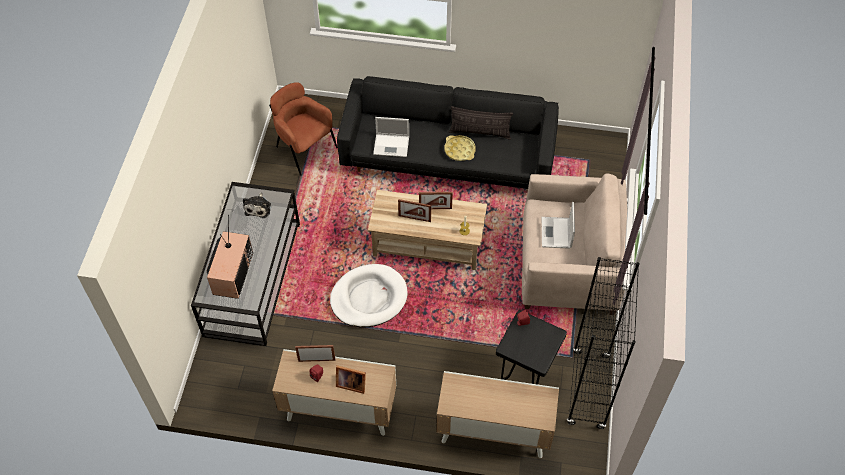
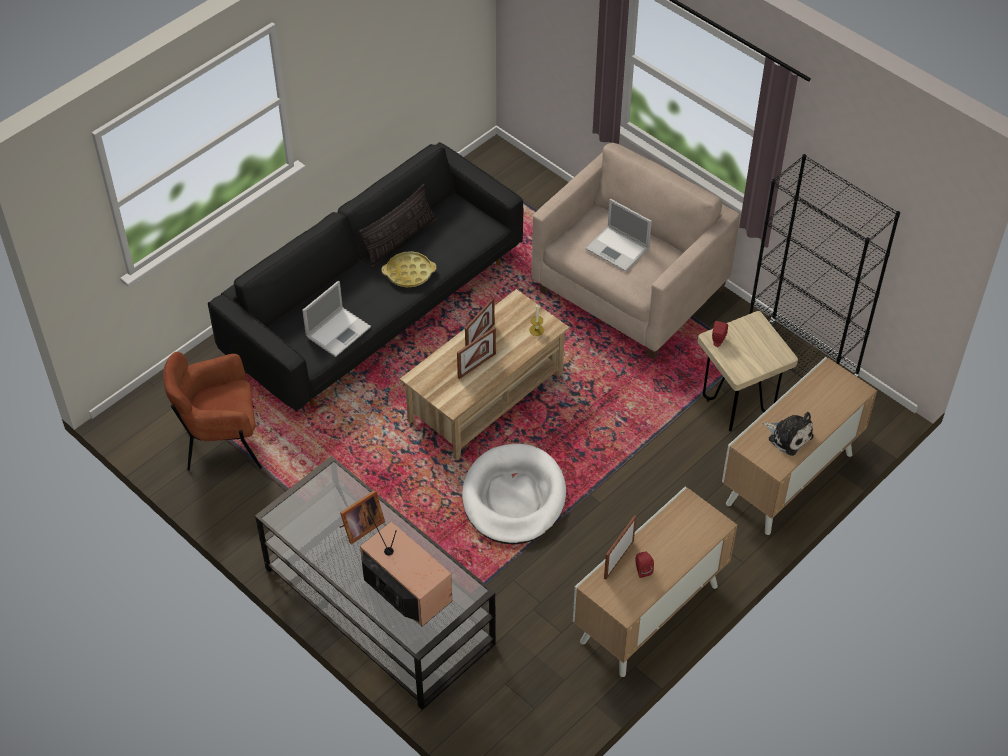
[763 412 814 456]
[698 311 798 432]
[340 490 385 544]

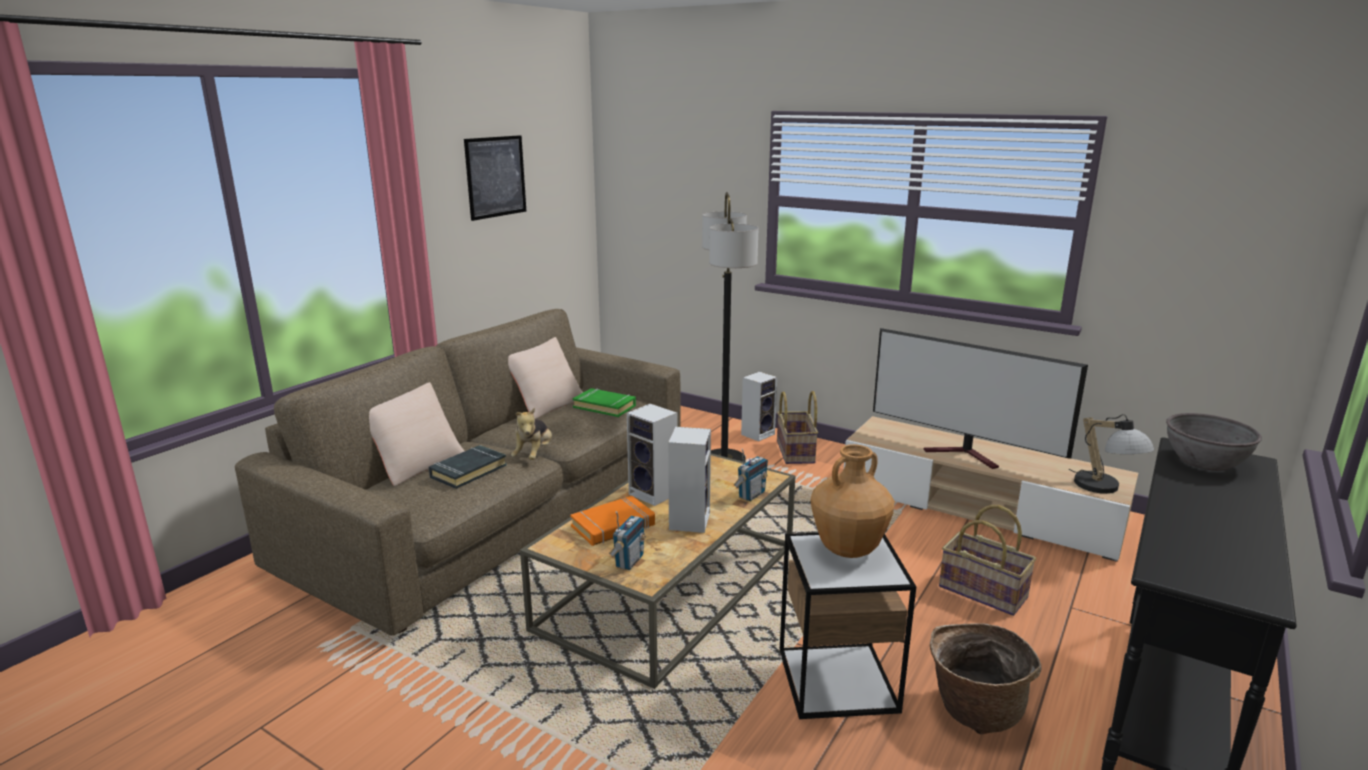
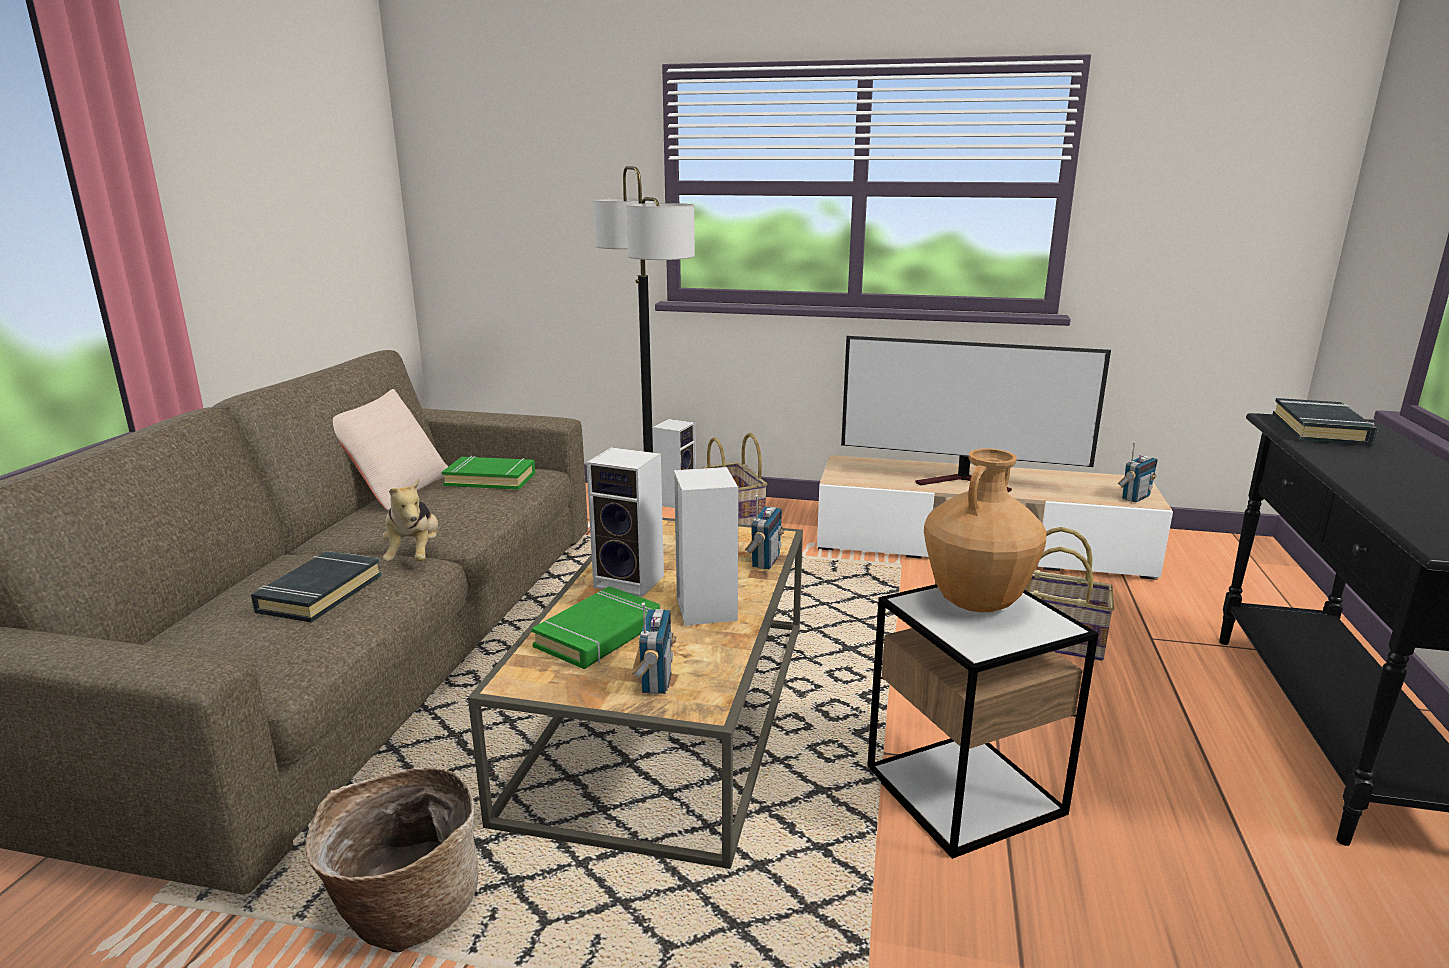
[464 135 526 221] (first image)
[369 382 465 486] (first image)
[1272 398 1378 446]
[1118 442 1158 502]
[531 586 660 669]
[305 767 478 952]

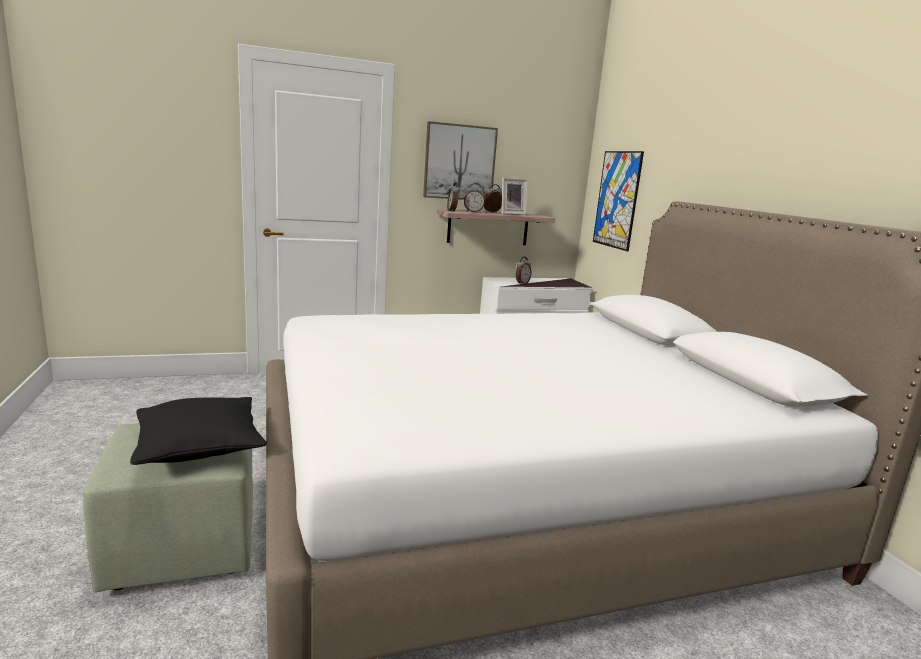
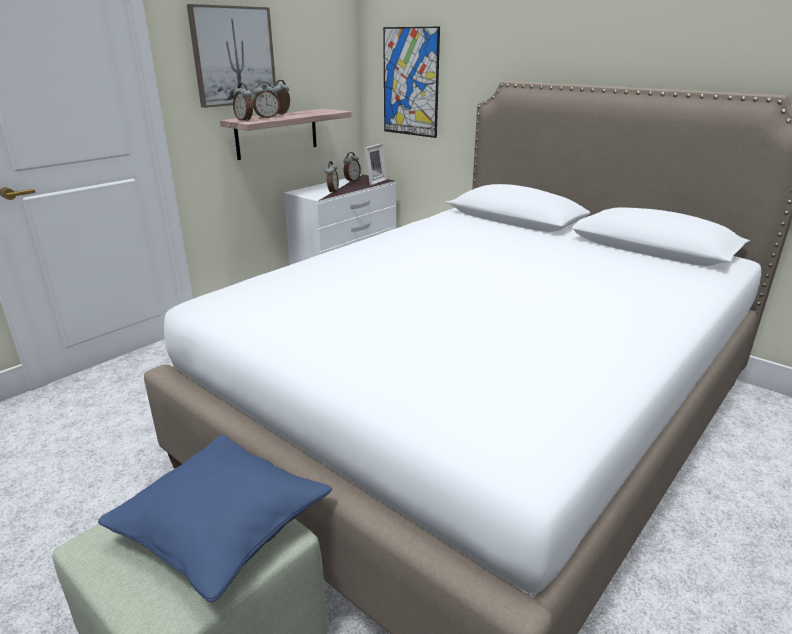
[365 143 387 185]
[98 434 332 602]
[343 152 361 182]

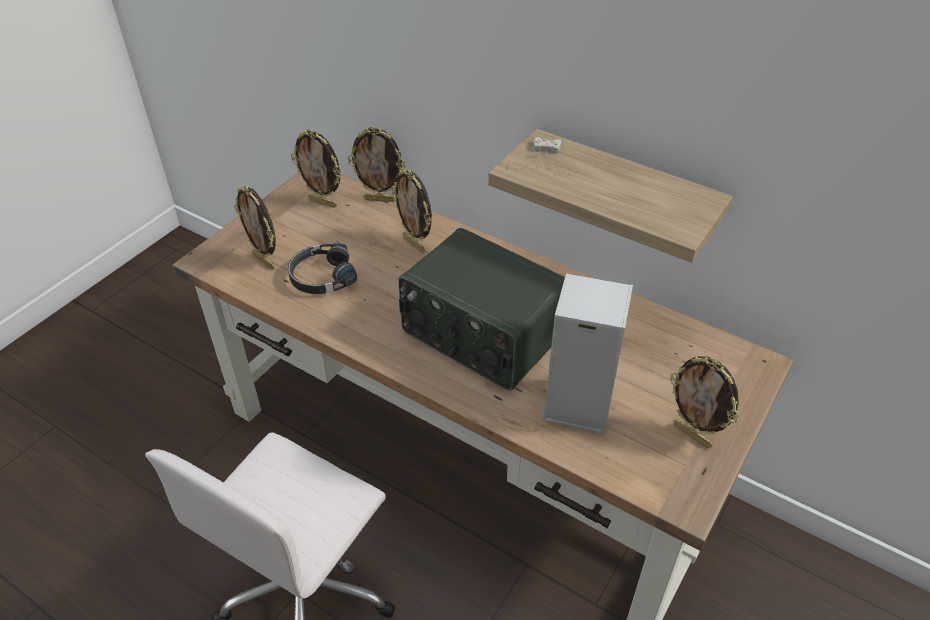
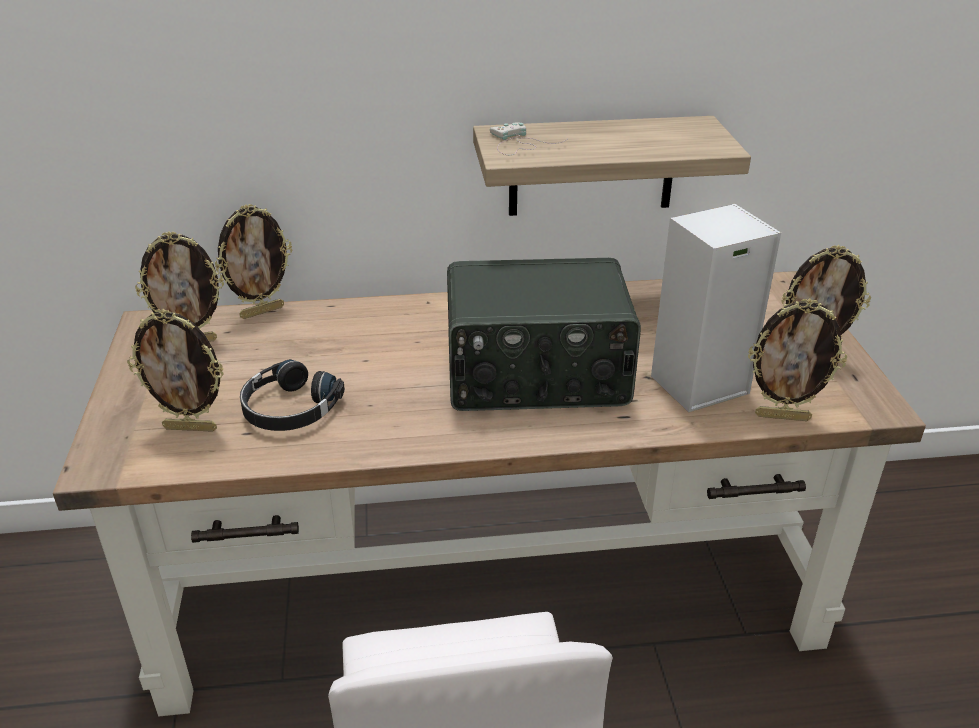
[748 298 847 421]

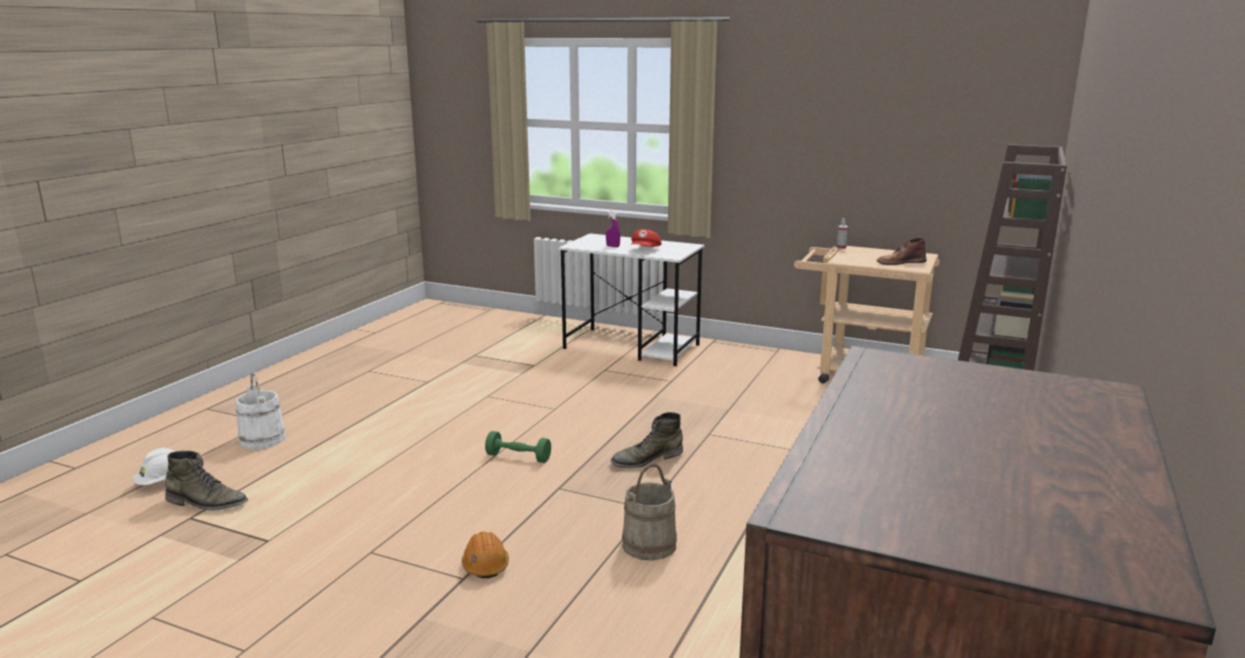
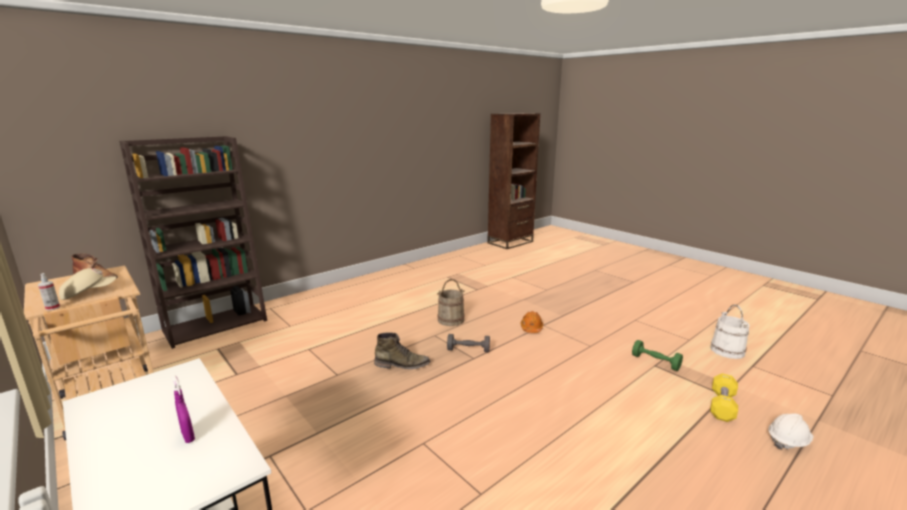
[631 229 661 247] (first image)
[710 304 750 359]
[632 340 683 371]
[710 373 738 422]
[59 268 116 300]
[447 334 490 352]

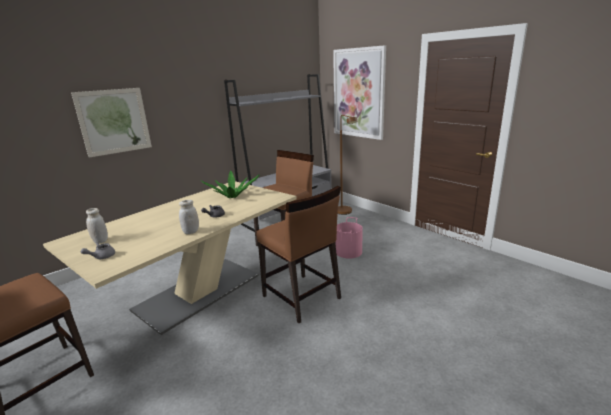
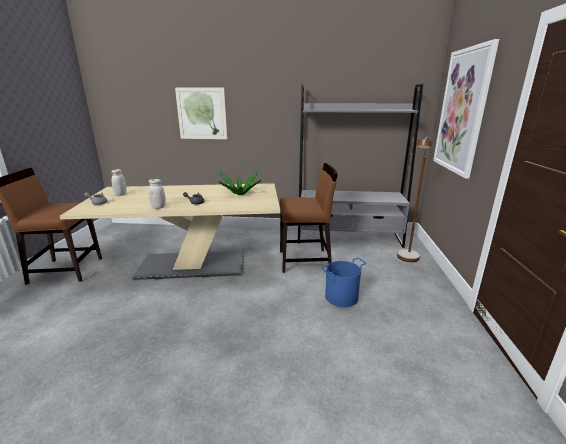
[256 186 341 323] (first image)
[321 258 367 307]

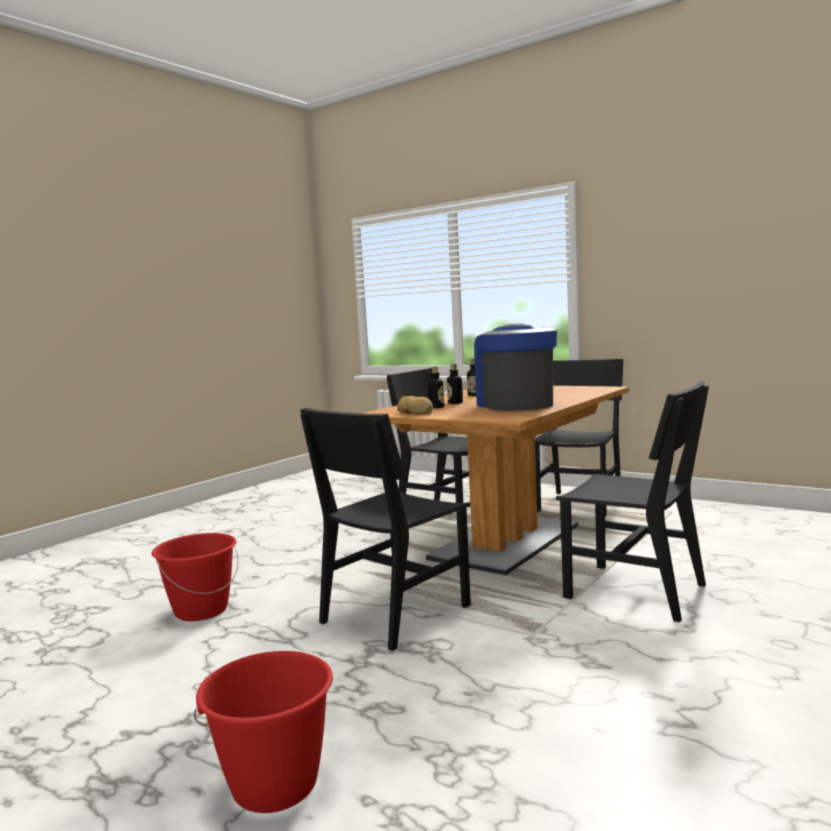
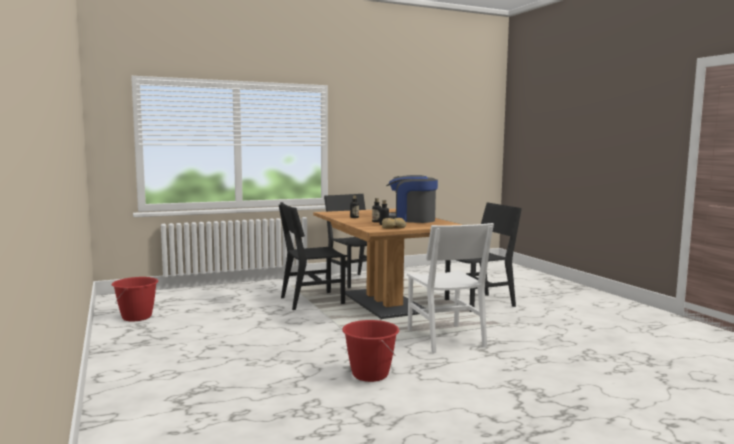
[407 223 494 353]
[112 277 158 321]

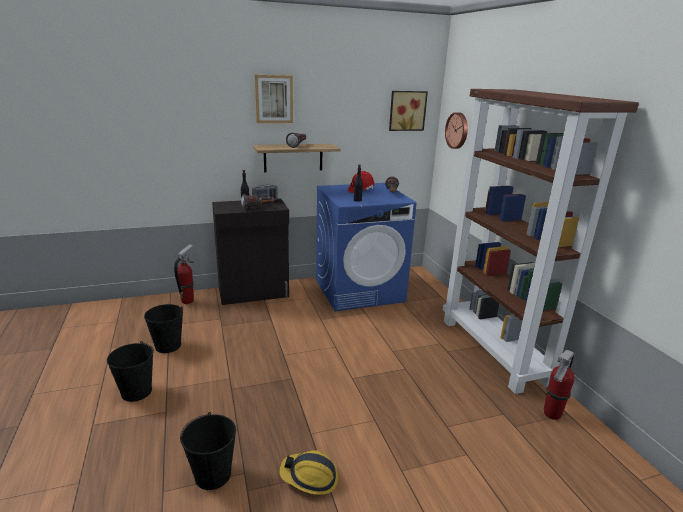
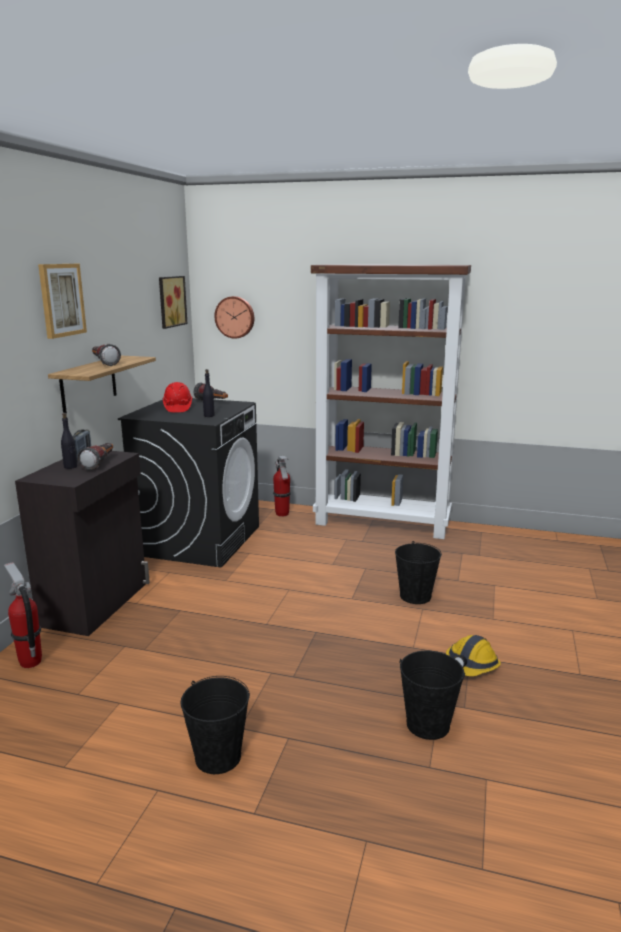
[118 398 259 568]
[395 541 442 604]
[273 456 291 517]

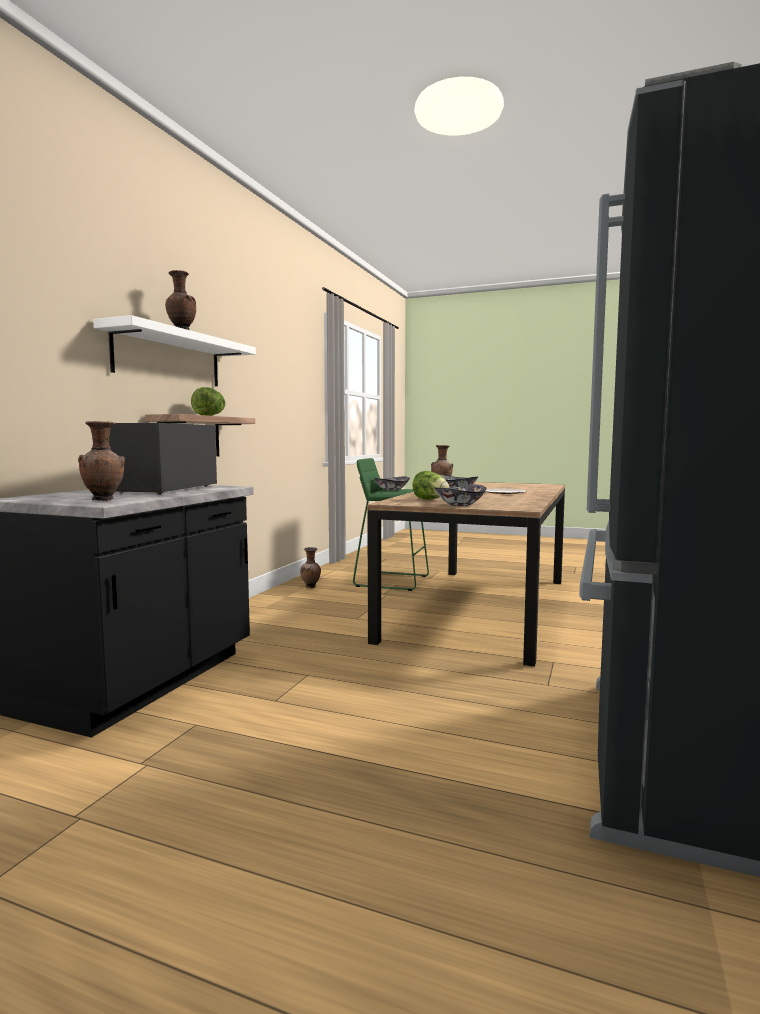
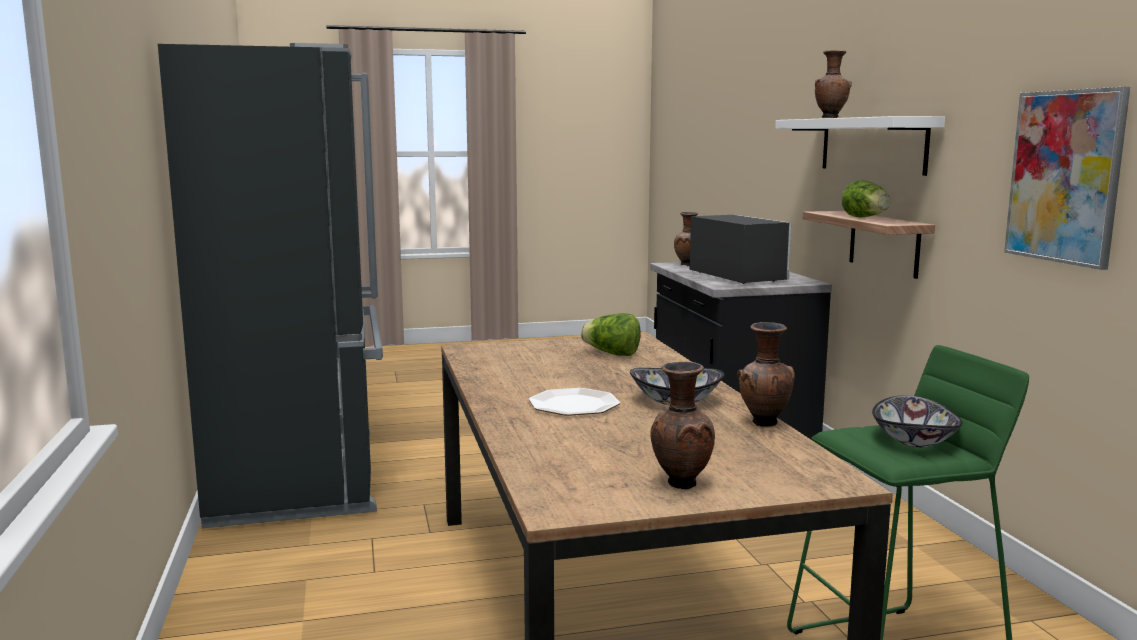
[434 485 487 506] (first image)
[650 361 715 489]
[1004 87 1130 270]

